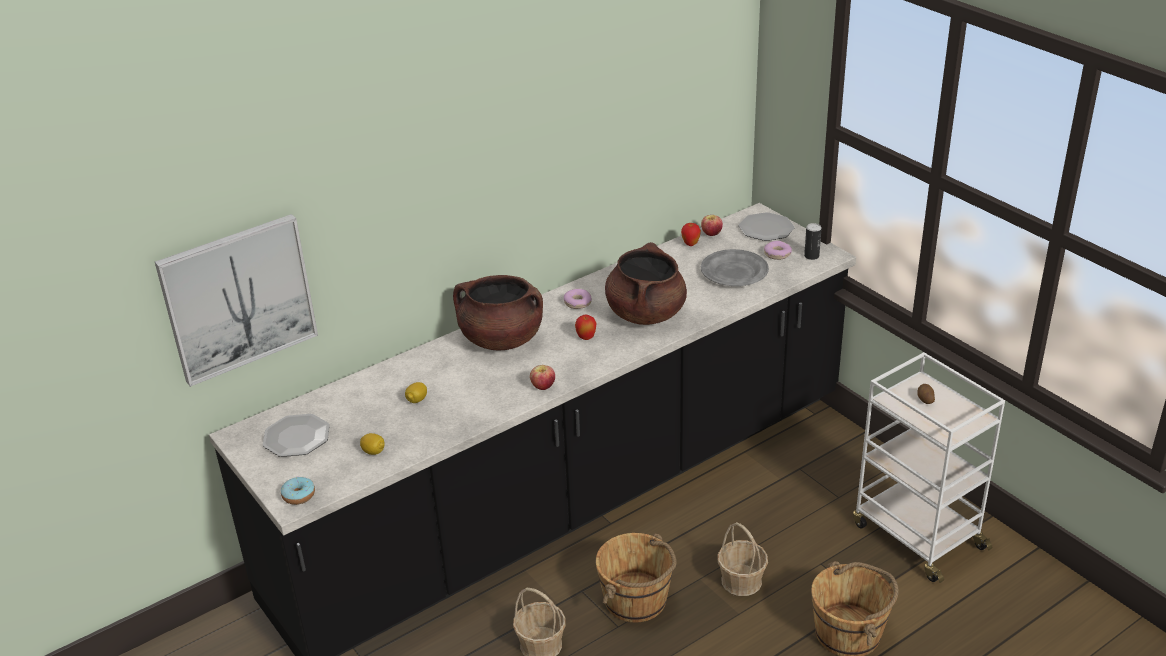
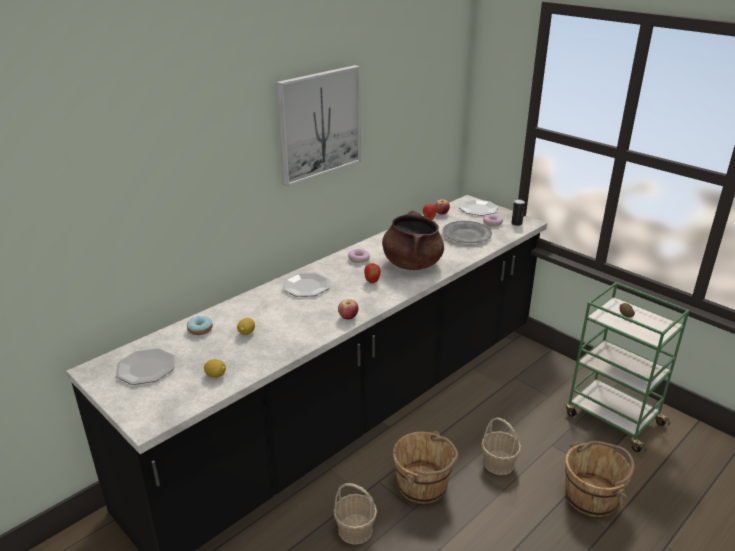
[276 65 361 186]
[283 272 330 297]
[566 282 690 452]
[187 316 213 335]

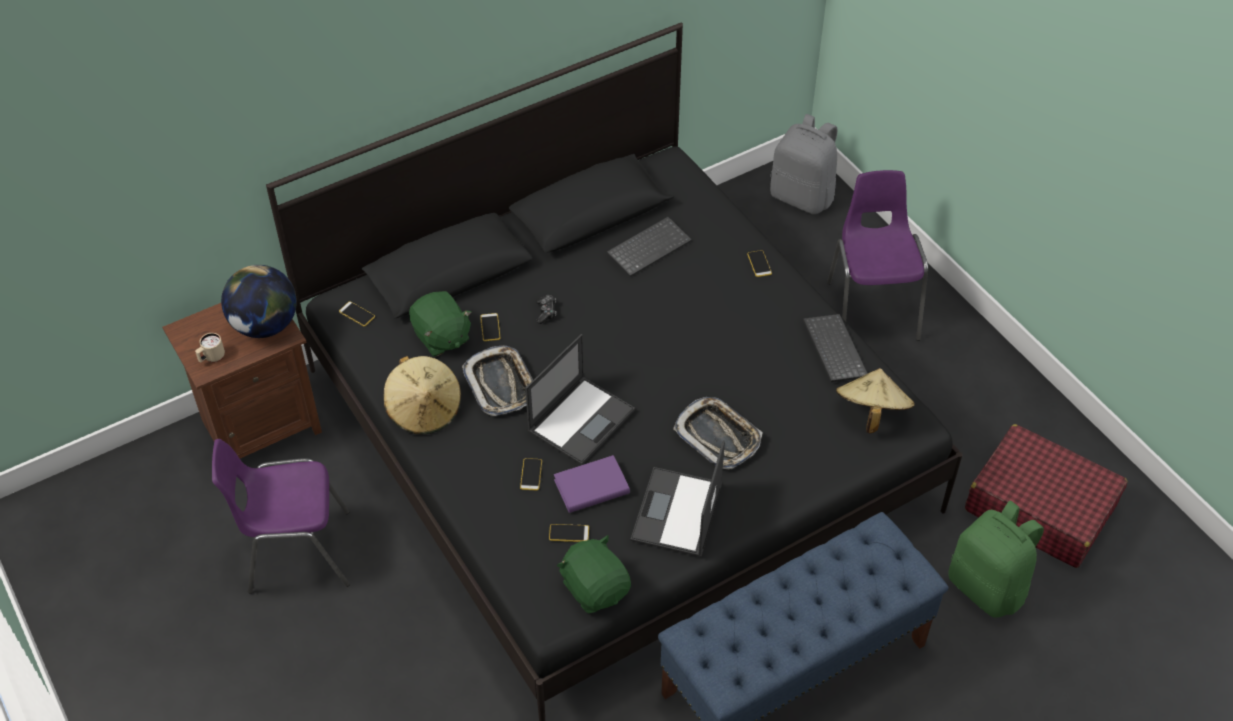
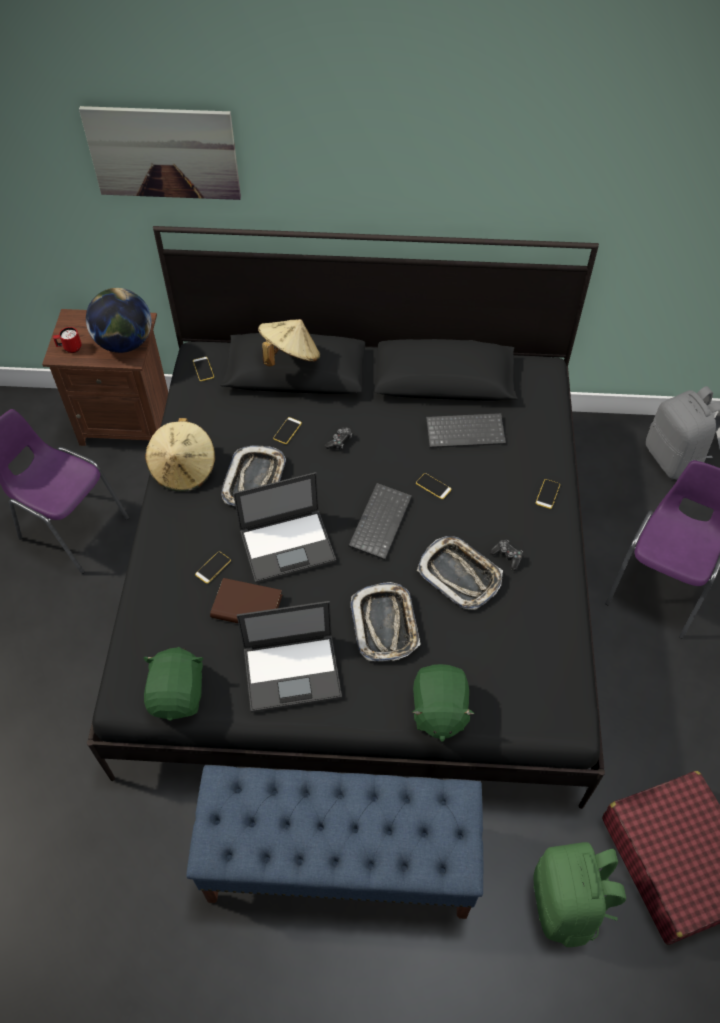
[412 664 475 742]
[348 483 412 560]
[53 327 81 353]
[258 319 320 366]
[237 601 342 713]
[210 578 282 623]
[416 473 451 499]
[79 106 241 200]
[417 536 503 610]
[490 540 523 571]

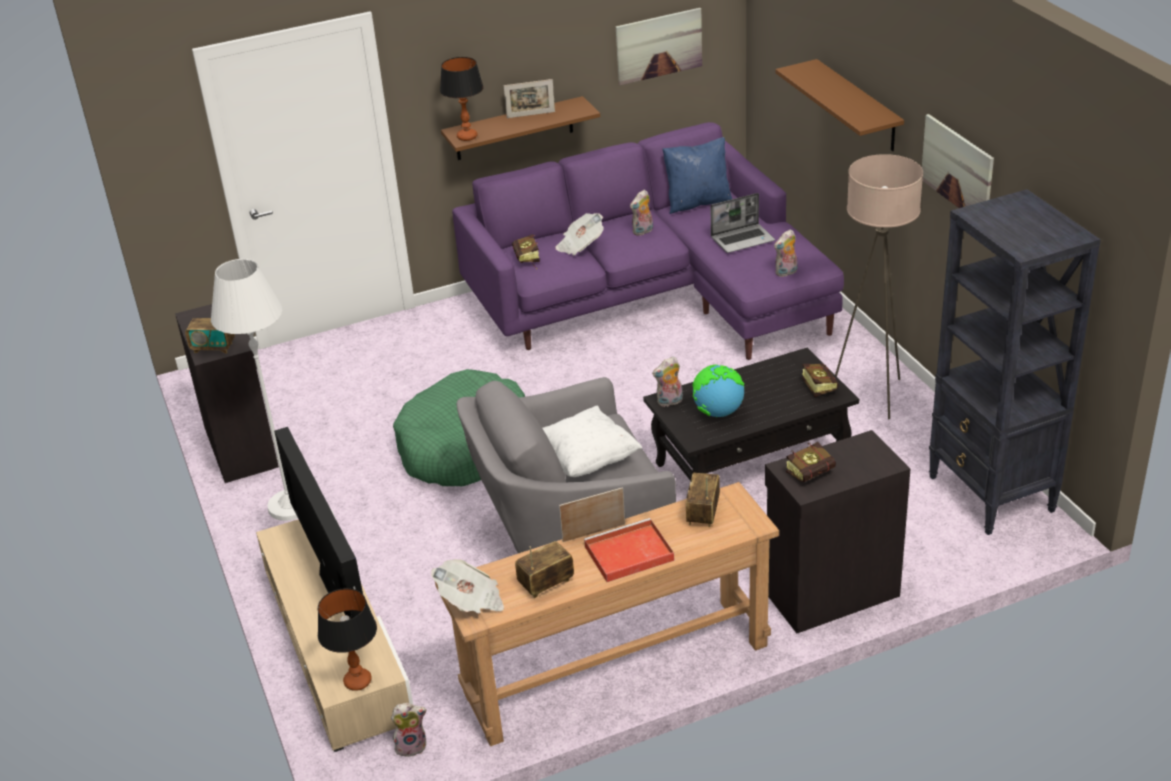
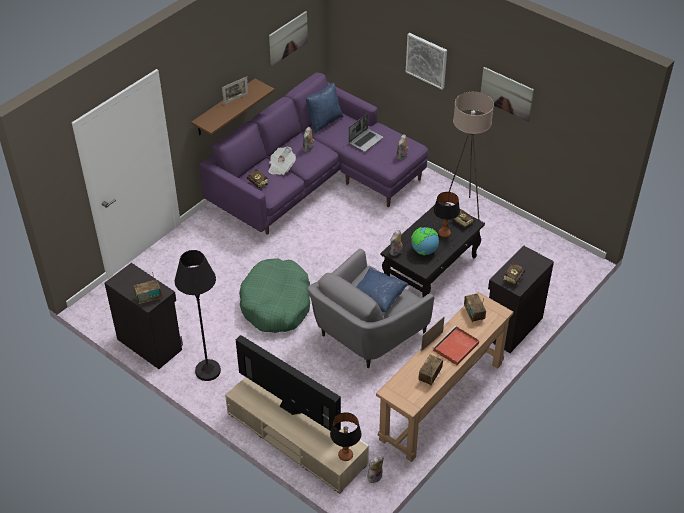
[433 192 460 238]
[406 33 447 89]
[929 189 1101 535] (first image)
[175 250 221 381]
[357 267 409 312]
[431 559 504 614] (first image)

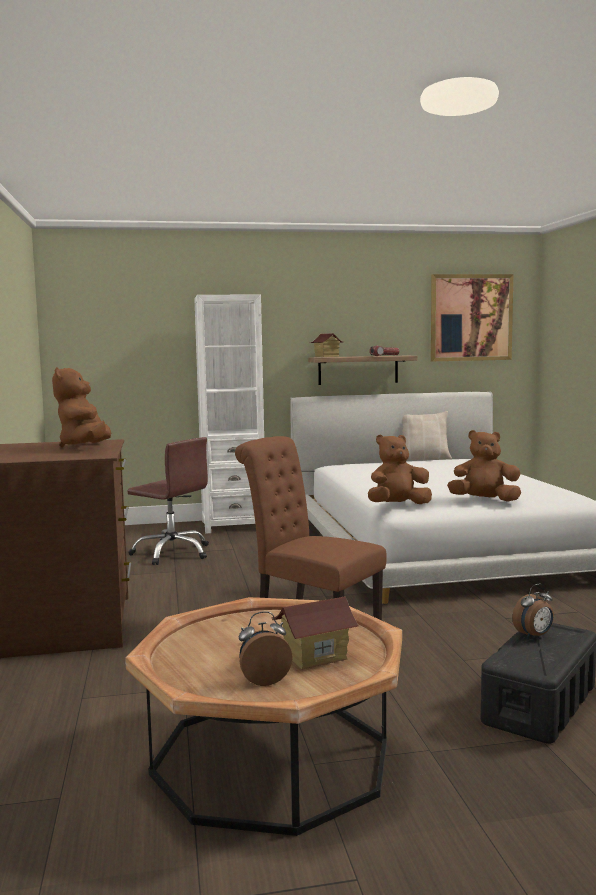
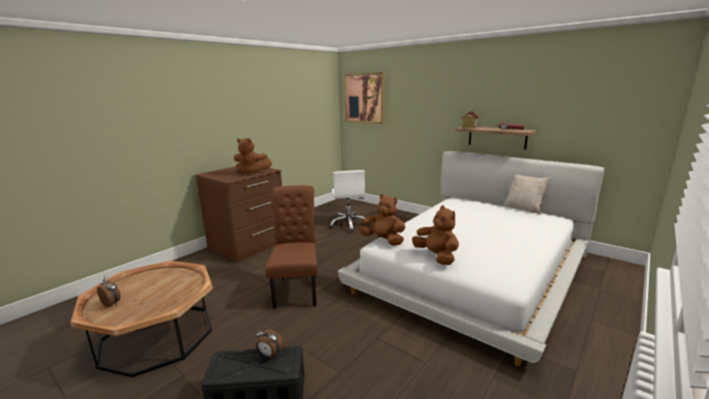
[344 72 384 124]
[194 295 264 534] (first image)
[234 138 272 175]
[329 170 370 232]
[271 597 359 669] (first image)

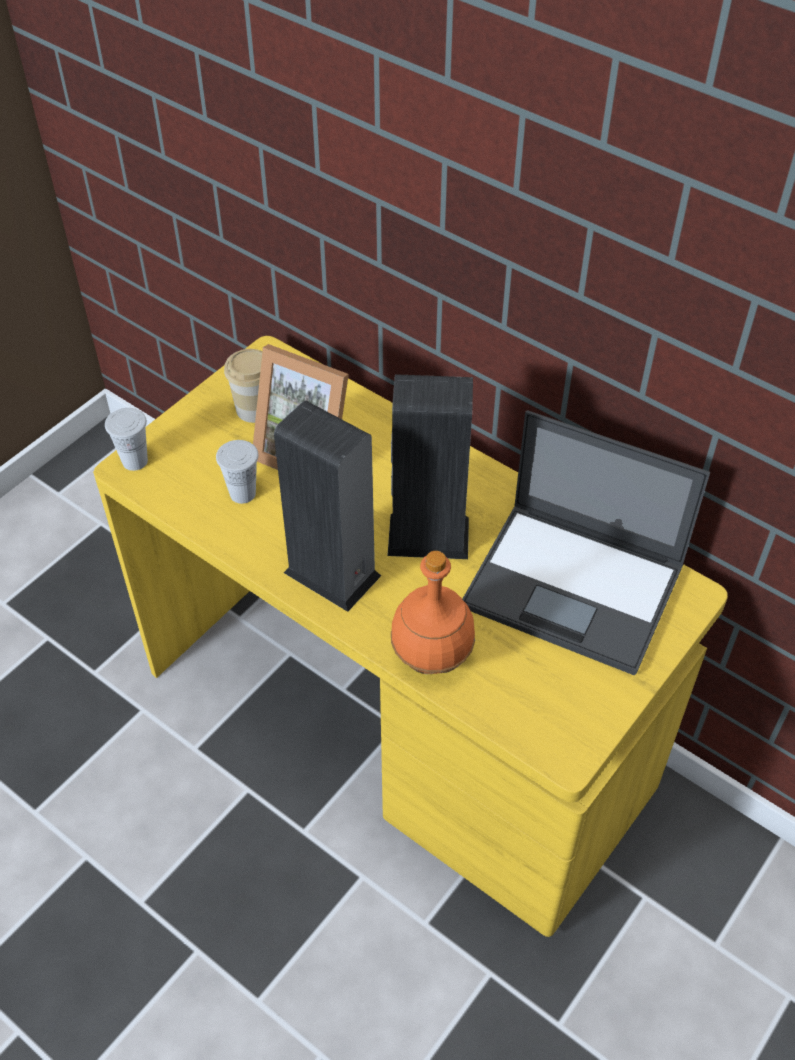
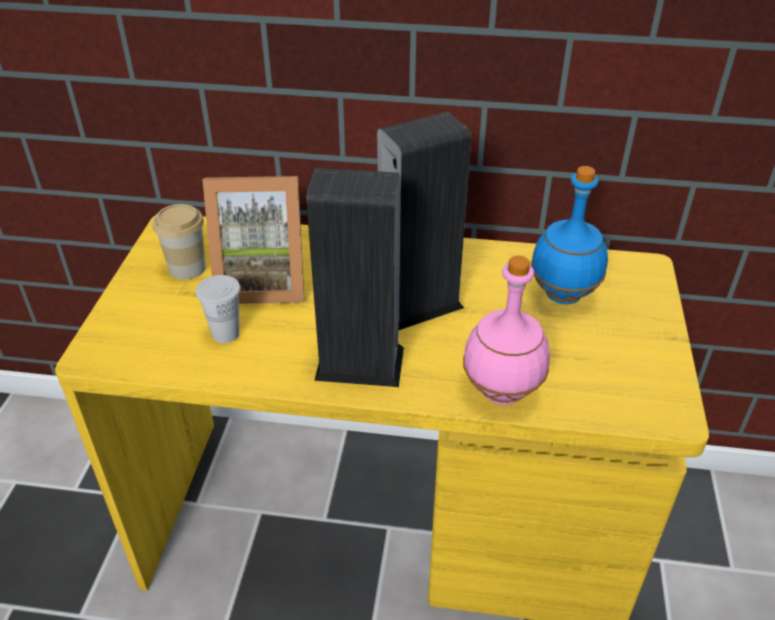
[105 408 148 471] (first image)
[531 166 608 304]
[463 256 550 405]

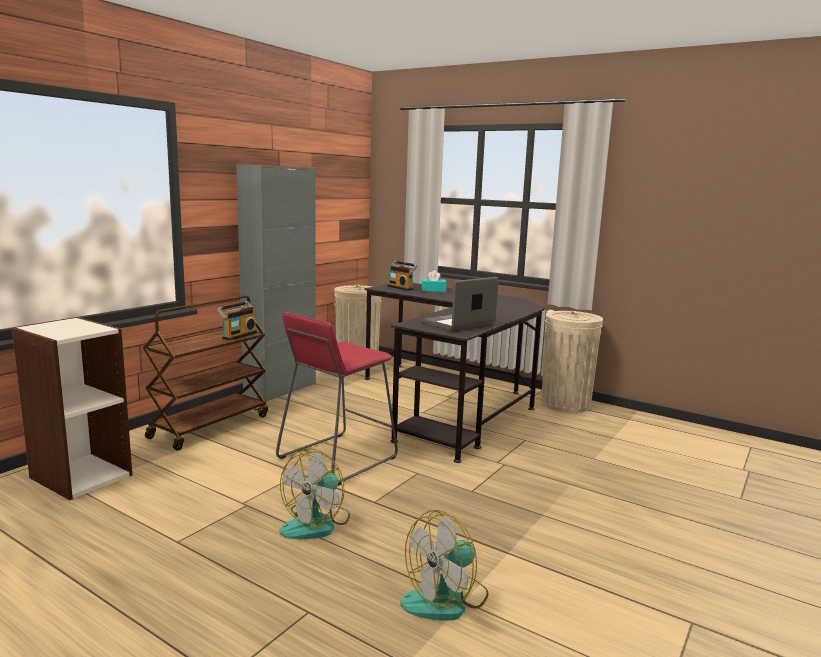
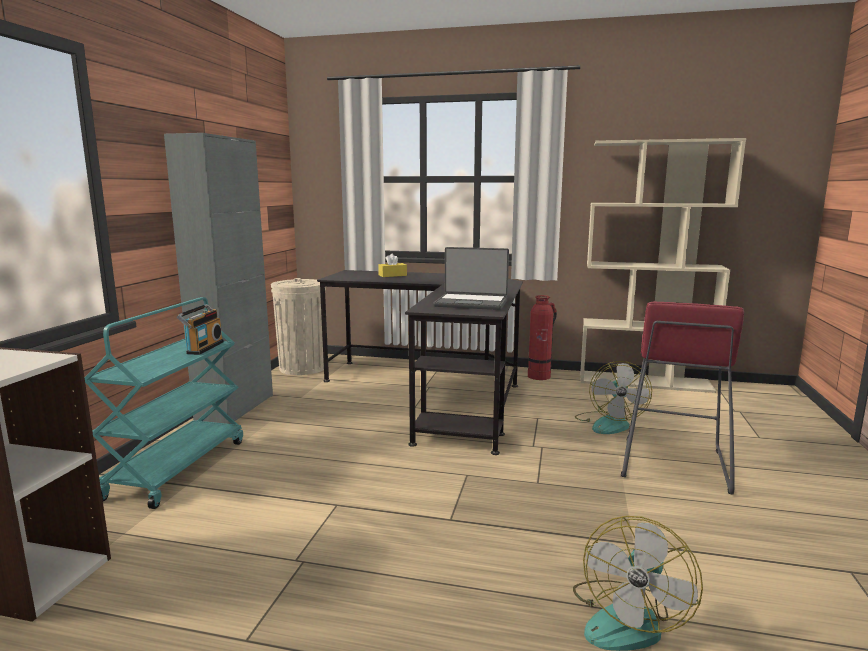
[387 261 417 291] (first image)
[378 253 407 277]
[433 247 509 310]
[84 297 243 509]
[528 295 557 380]
[621 301 744 495]
[575 361 652 434]
[580 138 746 393]

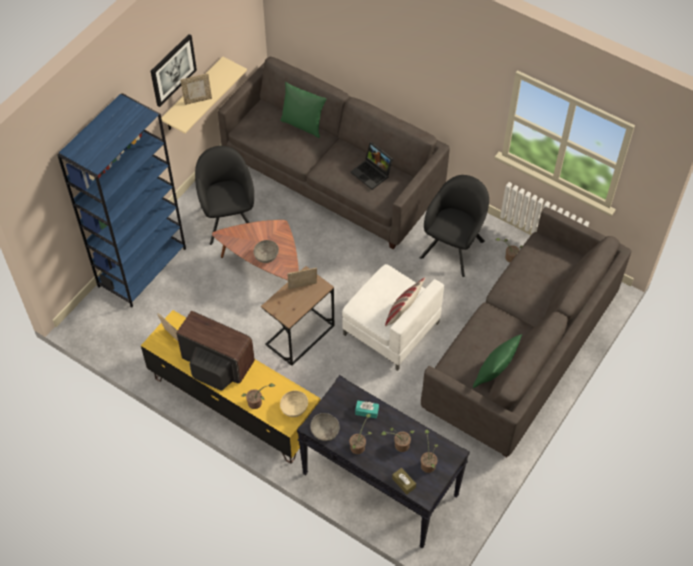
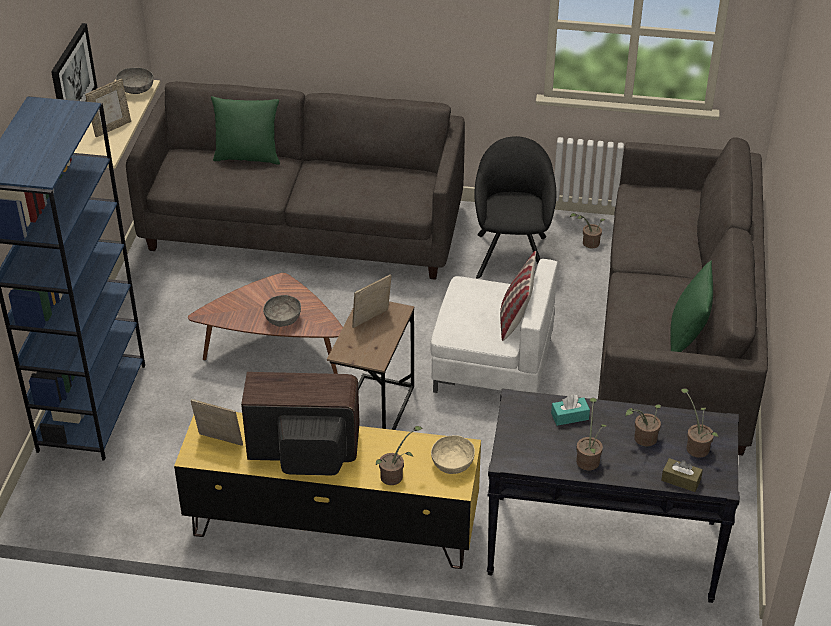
[351 141 393 190] (first image)
[195 146 254 245] (first image)
[116 68 154 94]

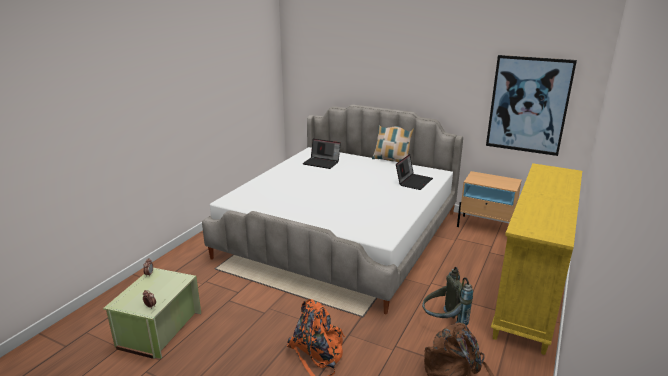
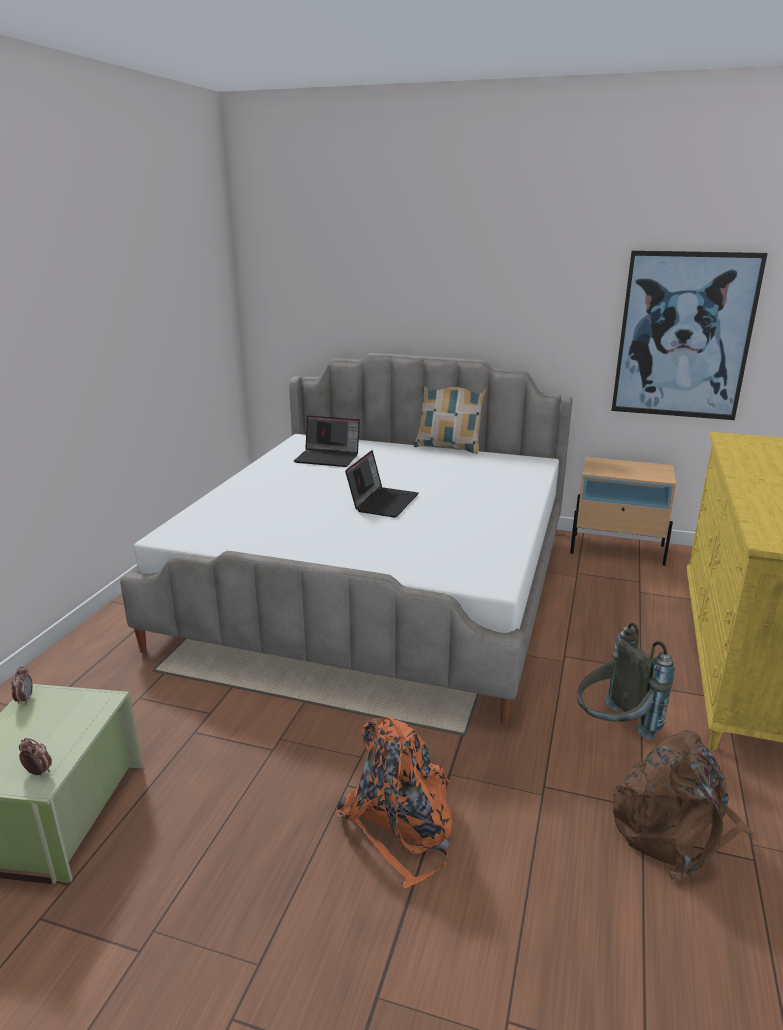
[345 450 419 518]

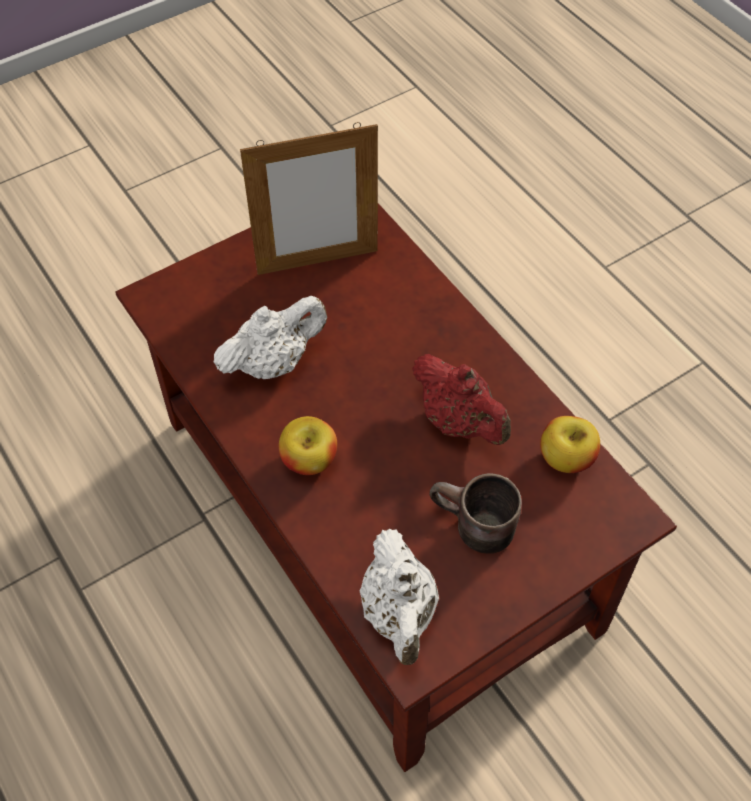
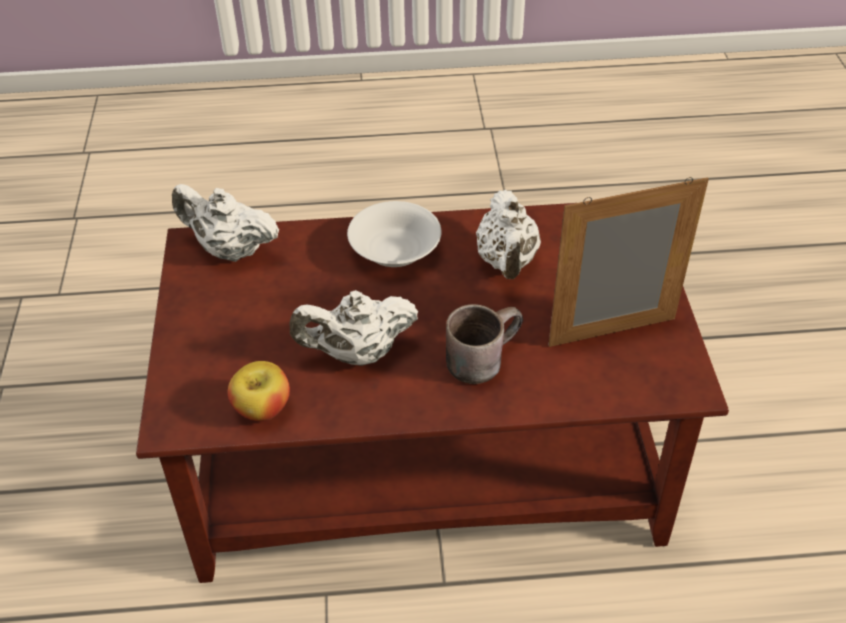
[549 177 709 347]
[290 290 418 366]
[347 201 442 267]
[446 304 523 384]

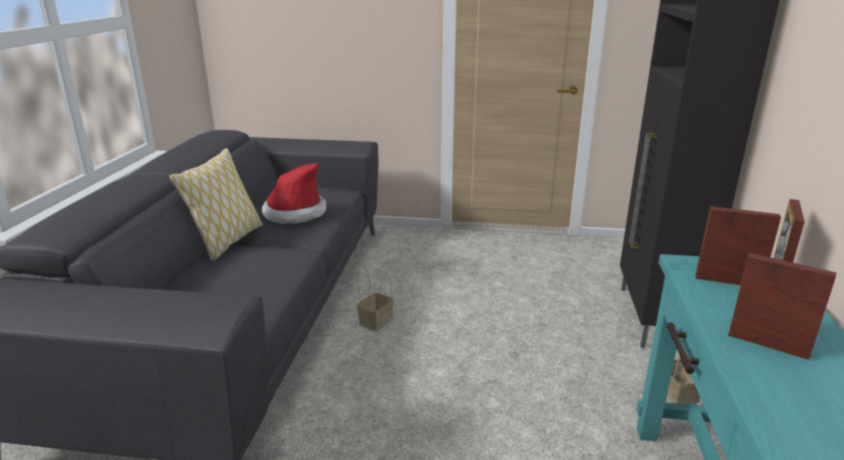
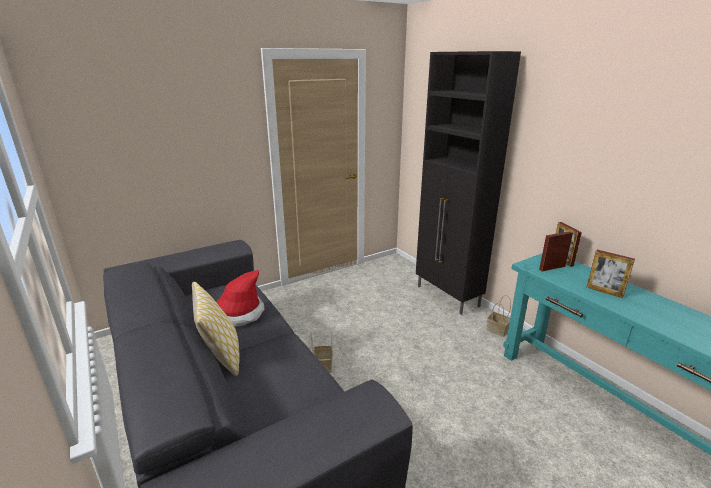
[586 250 635 298]

